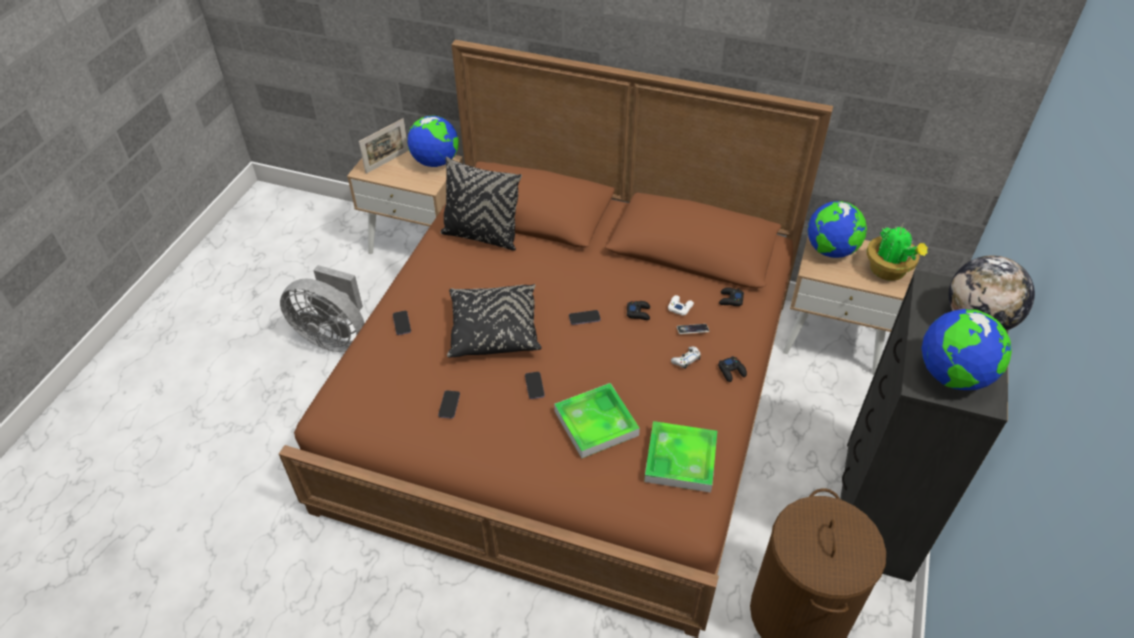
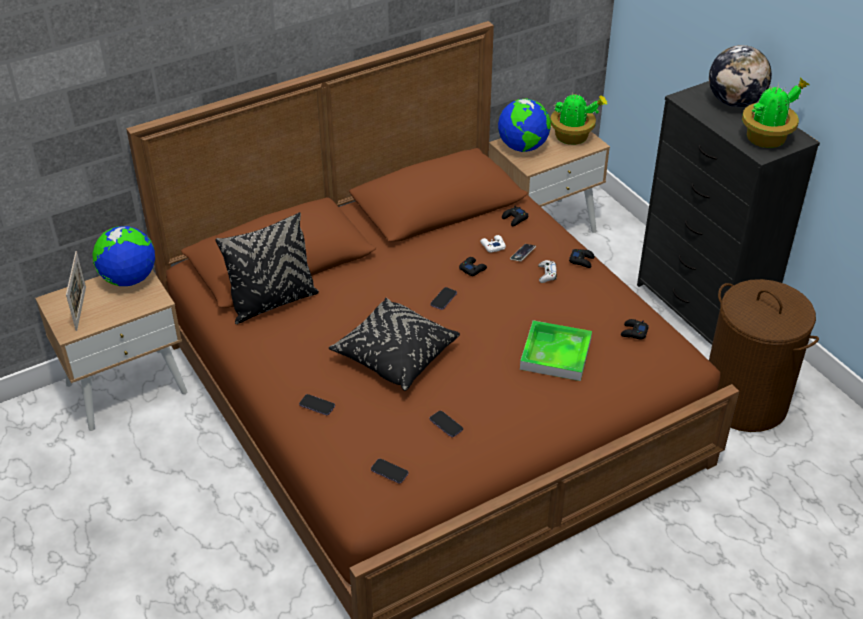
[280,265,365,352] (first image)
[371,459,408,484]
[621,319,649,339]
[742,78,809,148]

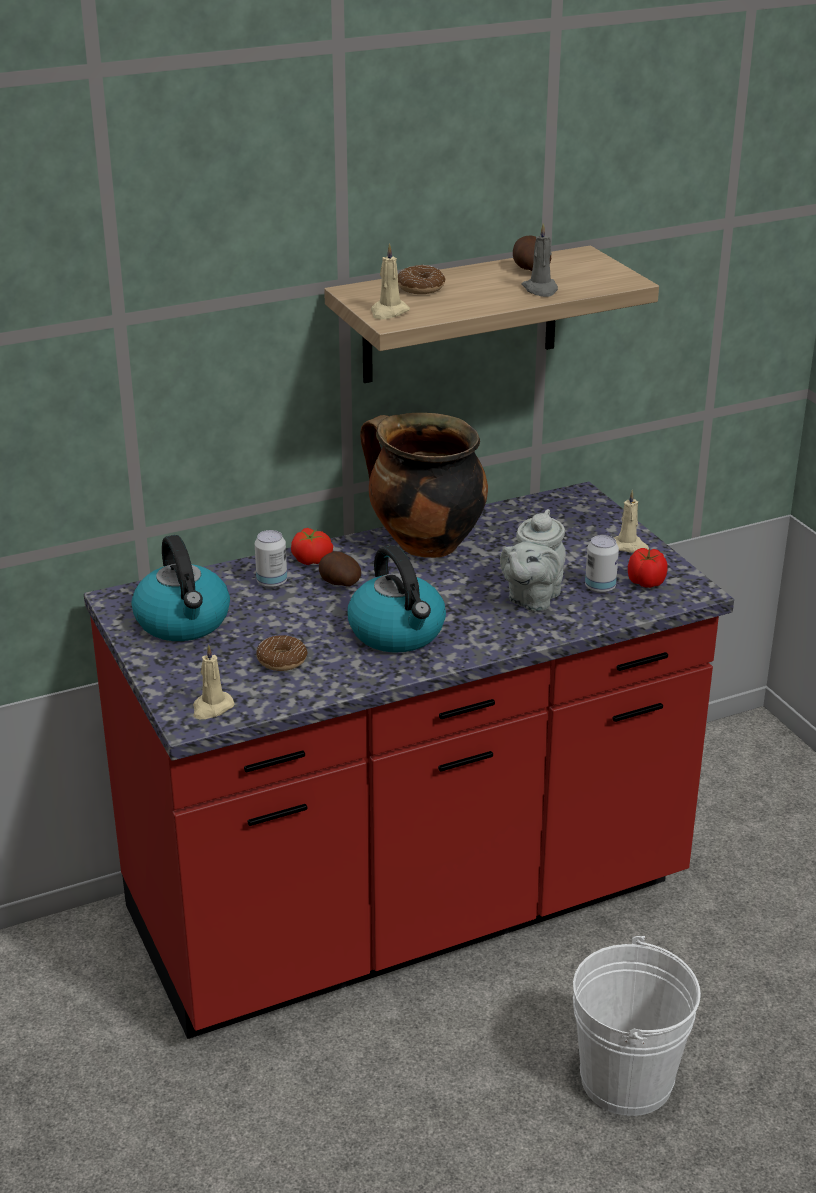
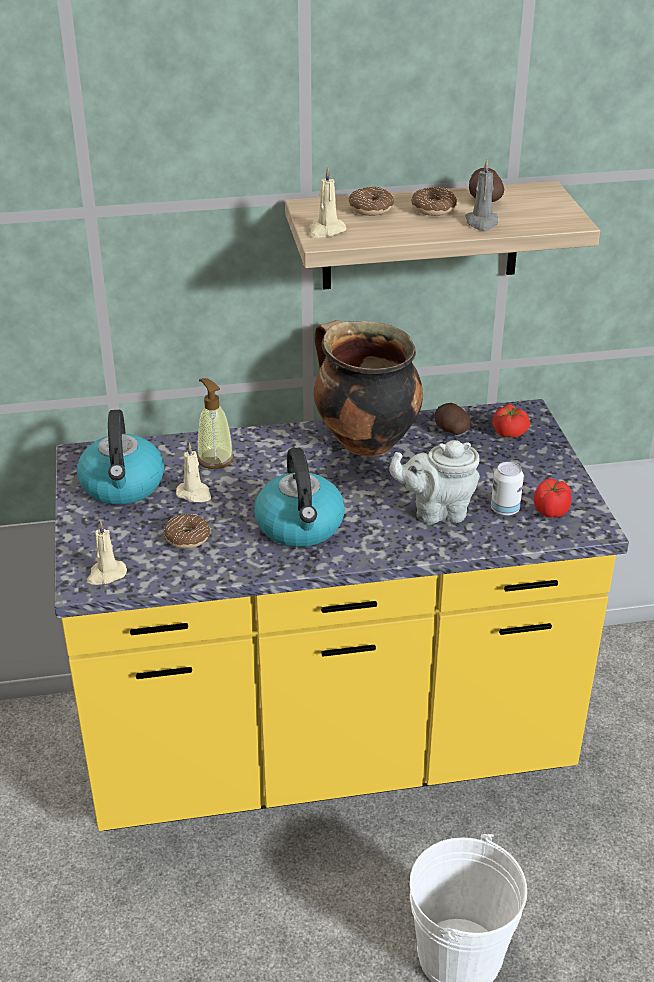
[54,399,629,831]
[197,378,234,469]
[492,404,530,438]
[435,403,470,435]
[389,440,480,524]
[176,443,211,502]
[411,187,457,216]

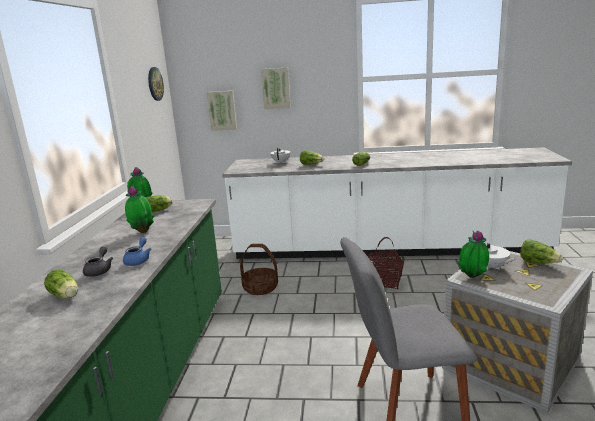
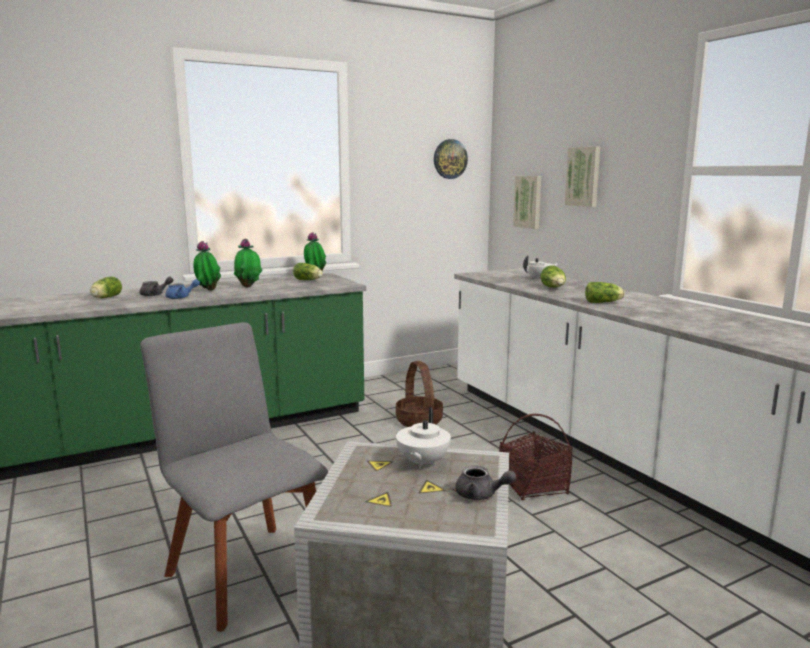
[193,241,221,290]
[456,466,516,500]

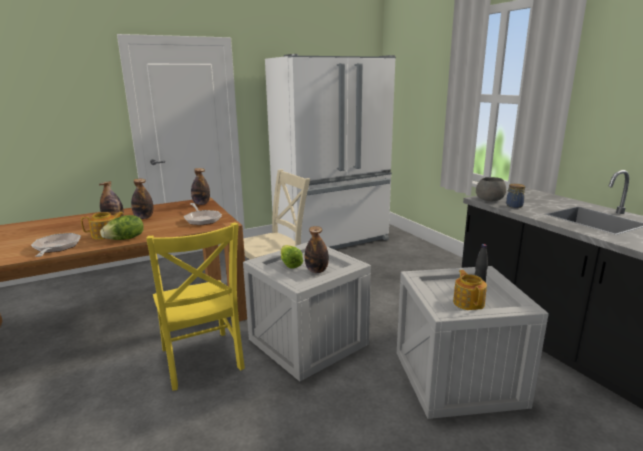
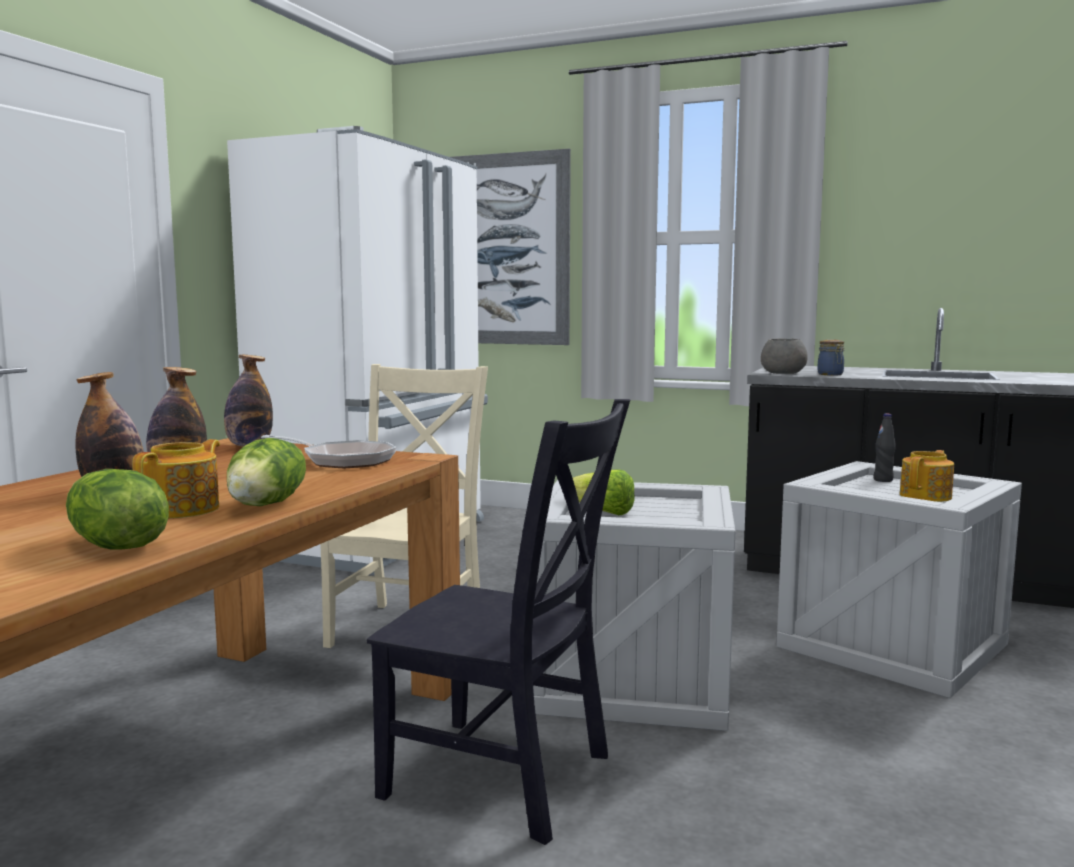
[66,469,169,550]
[367,399,630,845]
[305,226,329,273] (first image)
[900,450,954,502]
[451,149,571,345]

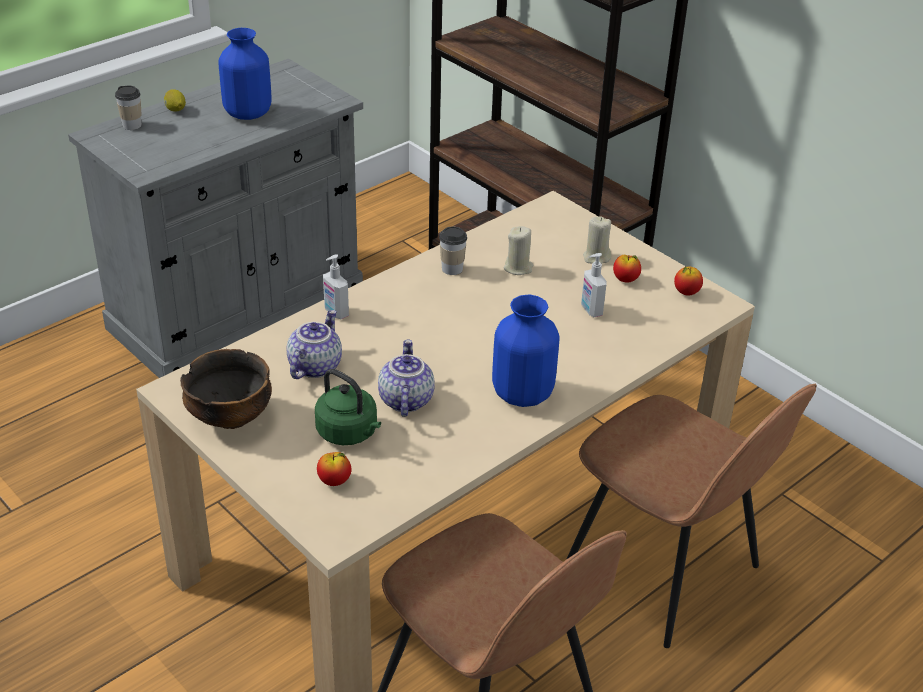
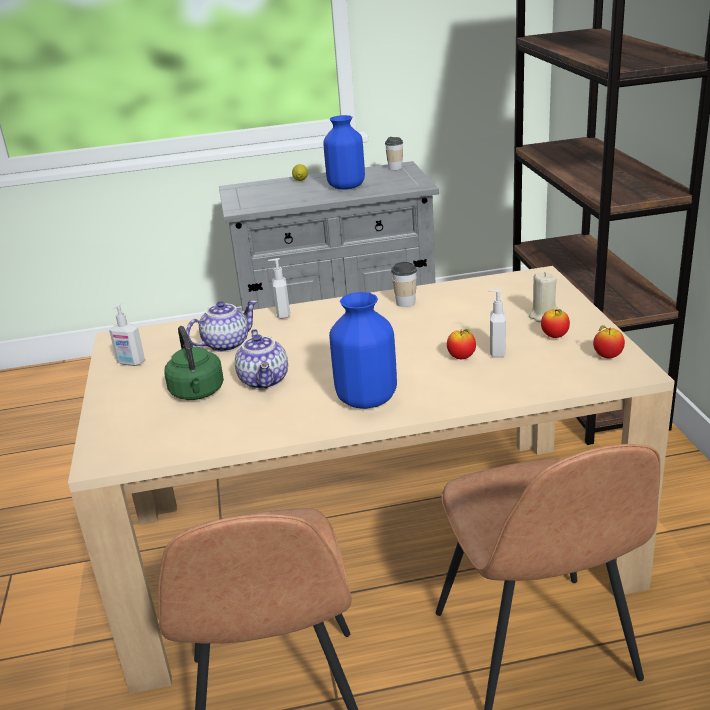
[385,137,403,170]
[109,302,145,366]
[447,329,476,359]
[235,329,288,389]
[504,226,533,275] (first image)

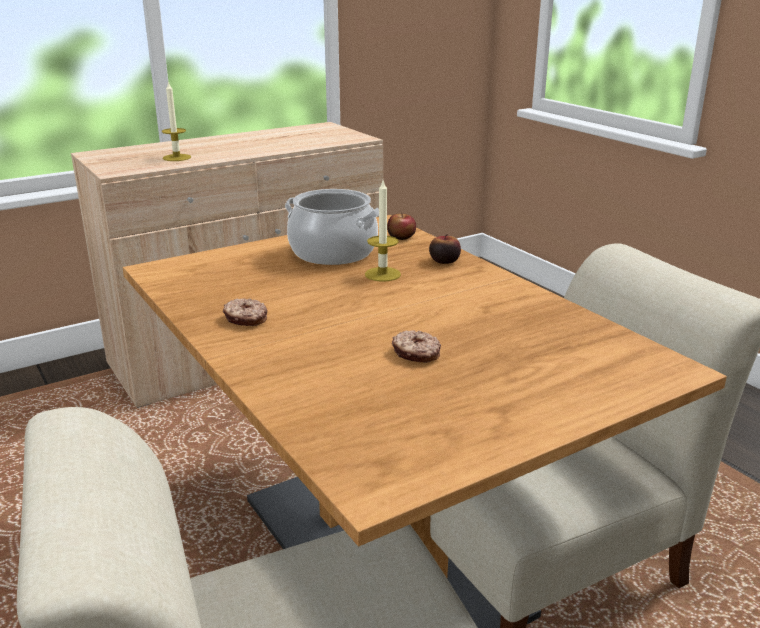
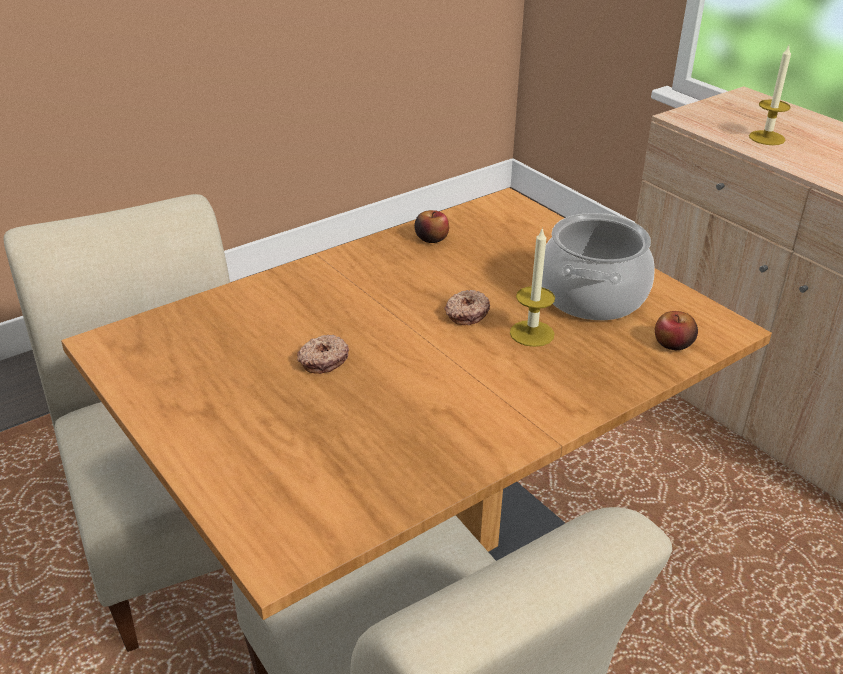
[445,290,490,325]
[414,210,449,243]

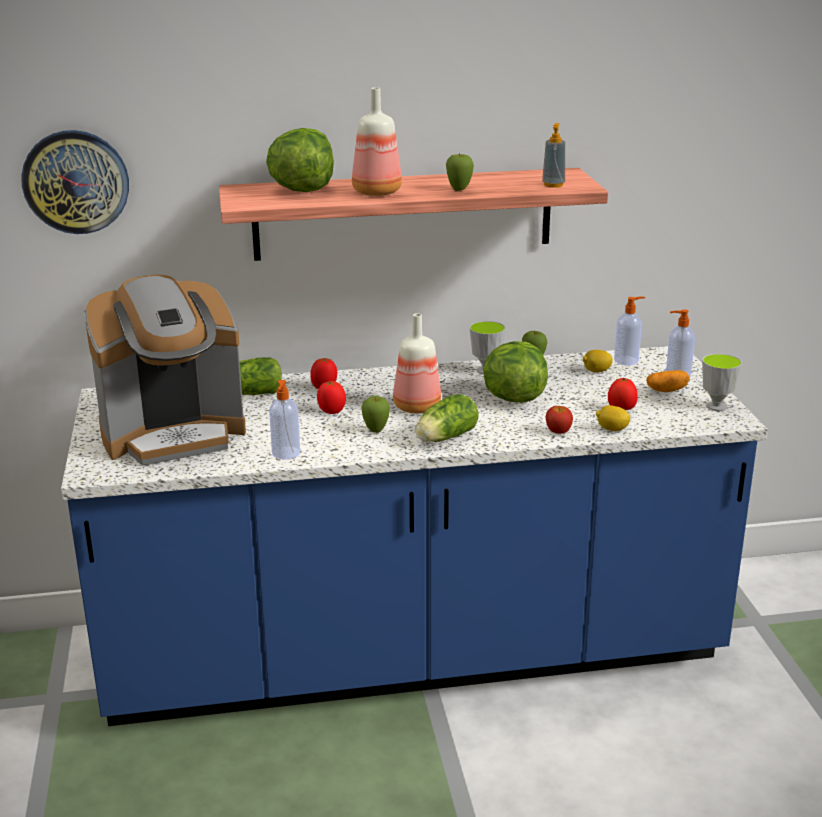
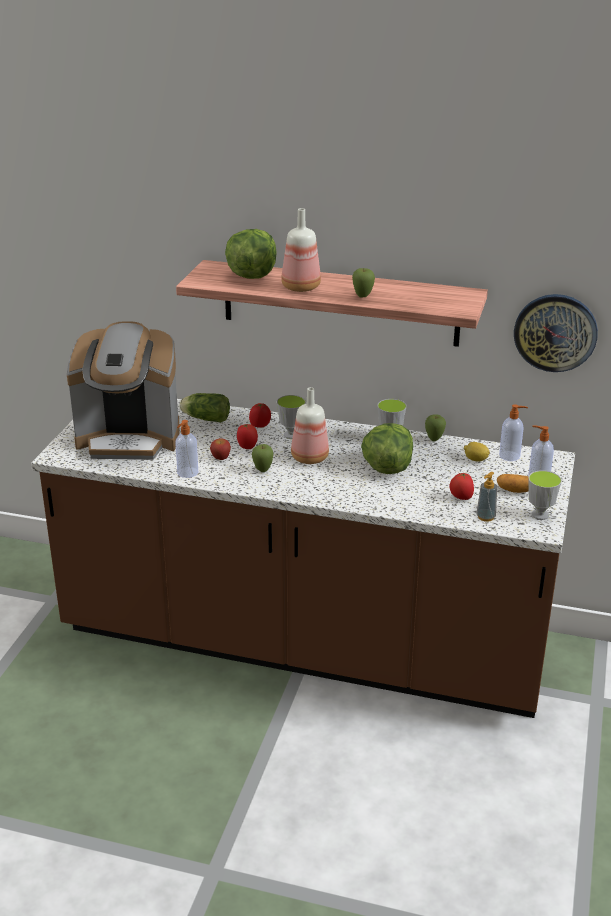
[514,294,598,372]
[31,399,575,718]
[415,394,479,442] (first image)
[477,472,497,522]
[210,438,231,460]
[596,405,631,431] (first image)
[277,395,306,439]

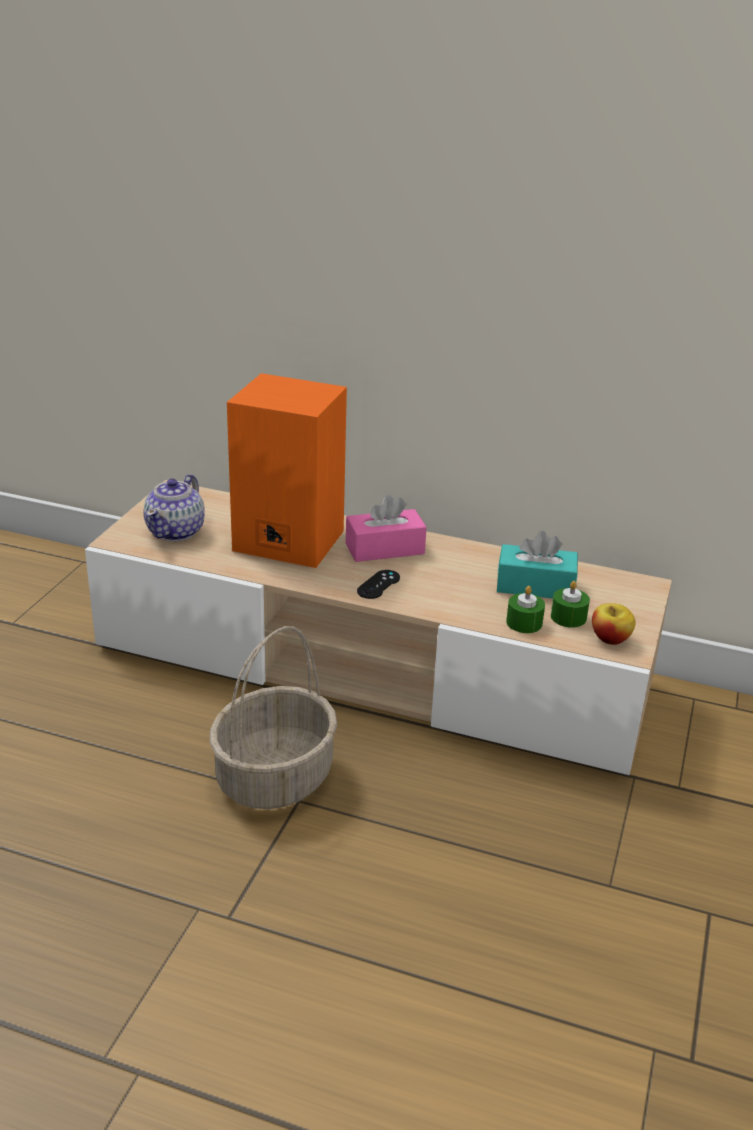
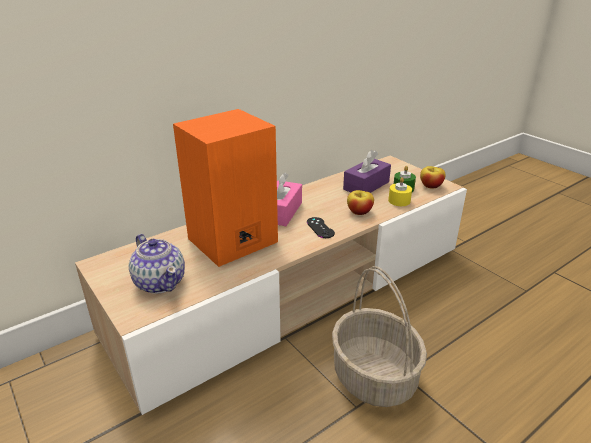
[343,150,391,193]
[388,177,412,206]
[347,190,374,215]

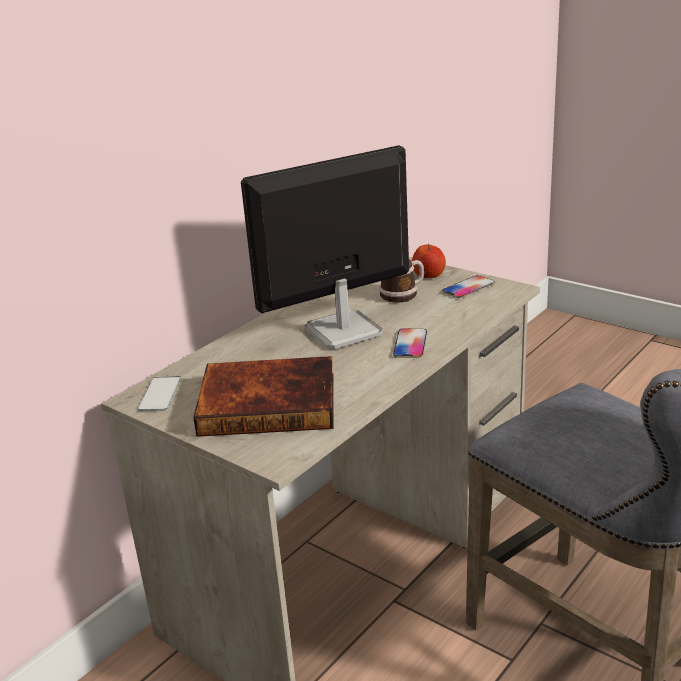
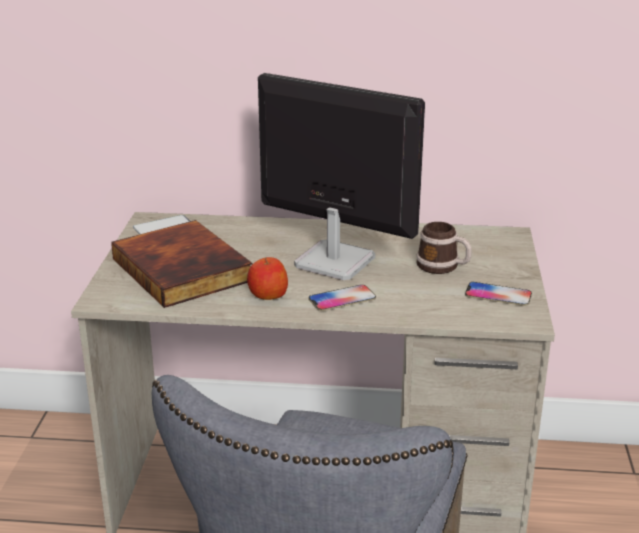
[247,257,288,300]

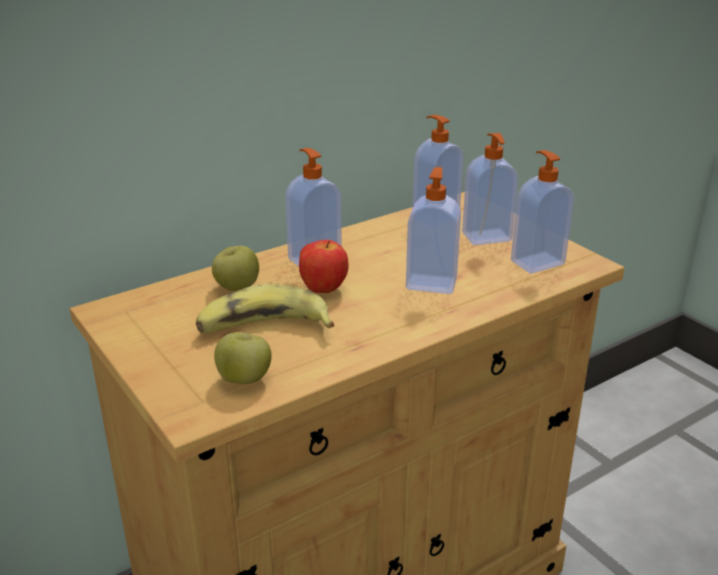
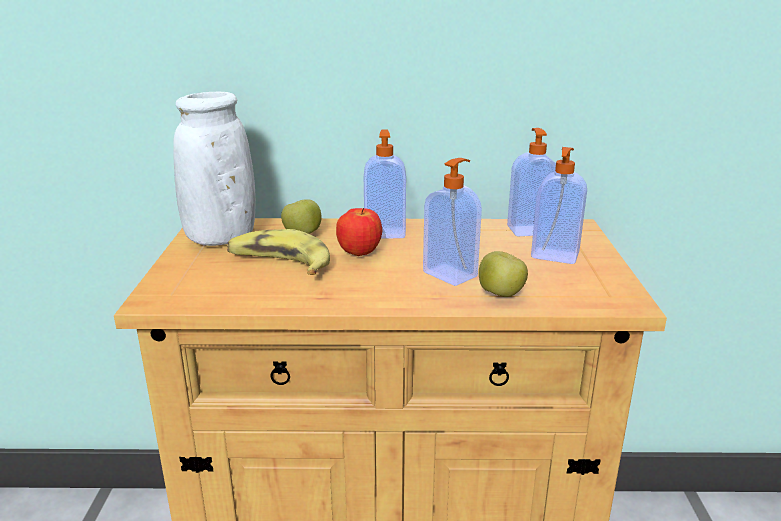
[479,251,528,297]
[511,150,574,274] (first image)
[173,92,256,246]

